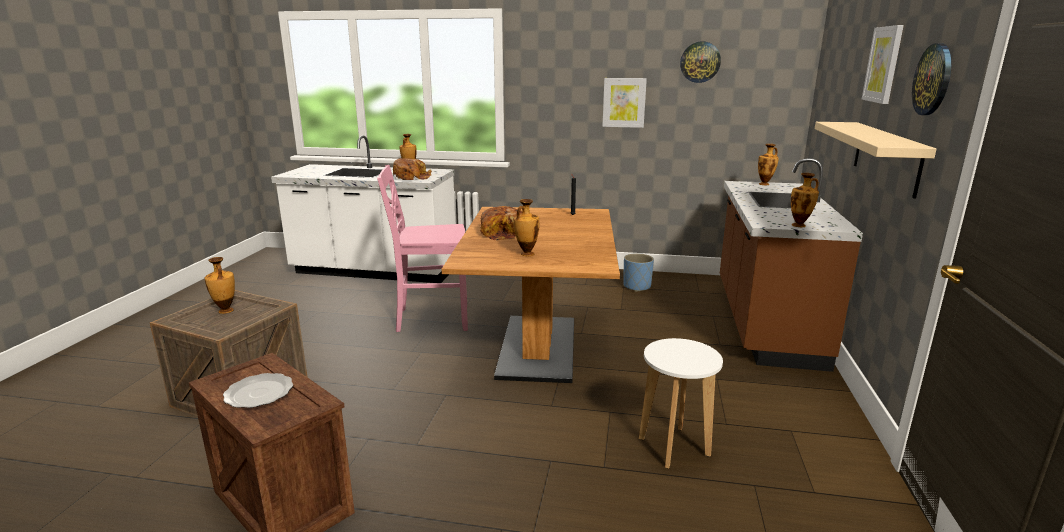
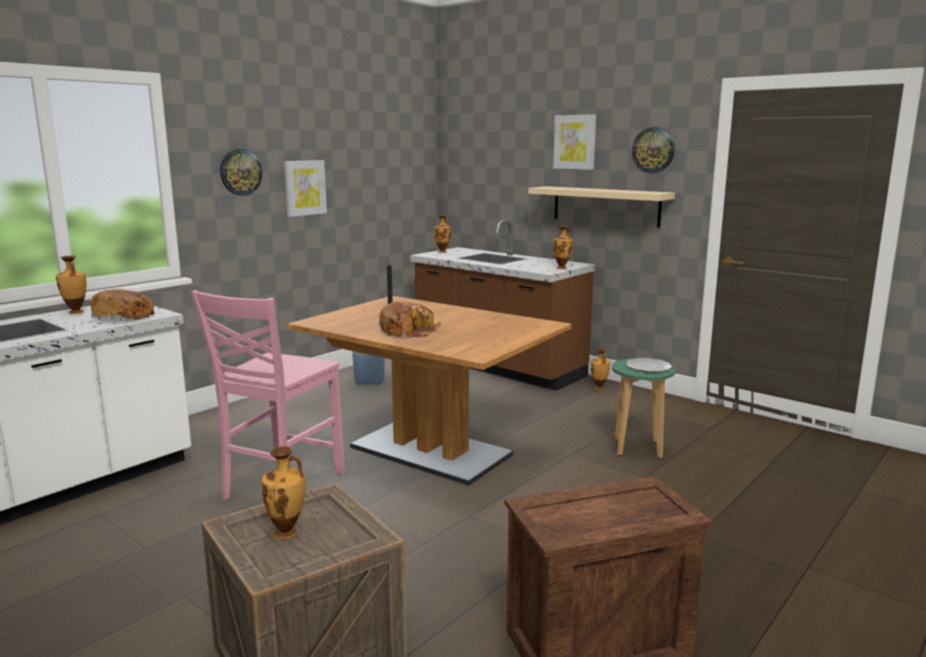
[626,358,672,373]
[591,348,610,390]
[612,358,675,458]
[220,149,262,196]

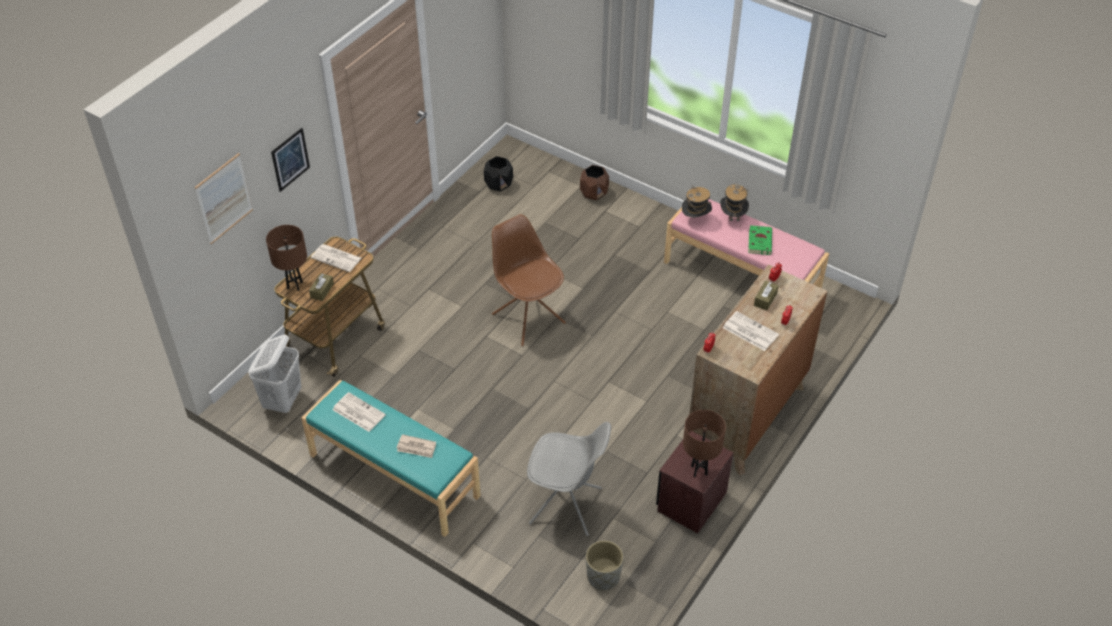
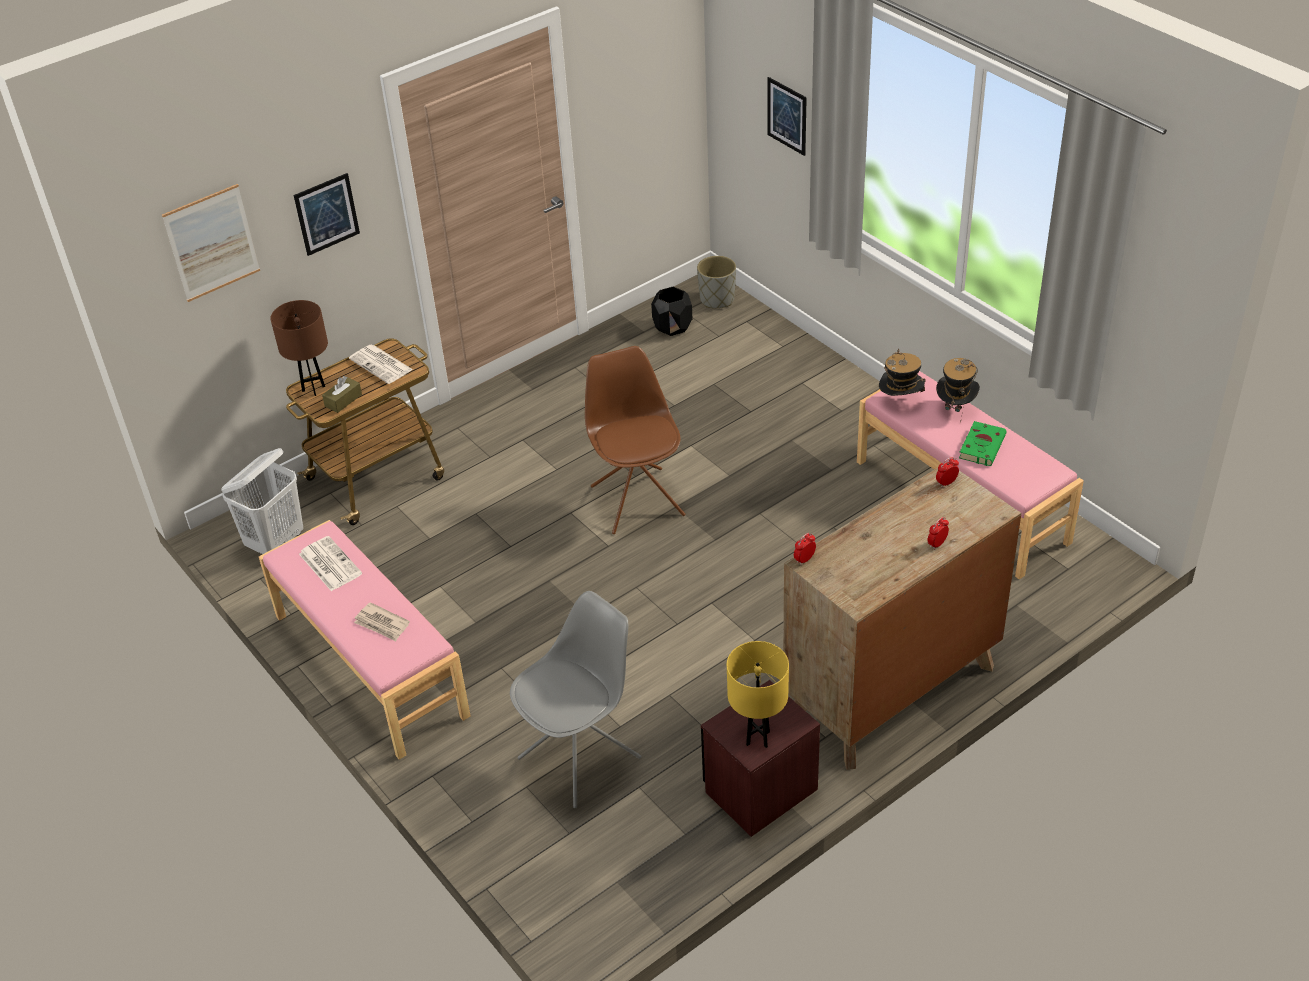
[259,520,471,760]
[510,591,641,808]
[580,165,609,200] (first image)
[697,256,736,308]
[727,641,789,748]
[723,311,779,351] (first image)
[754,281,778,310] (first image)
[767,77,807,156]

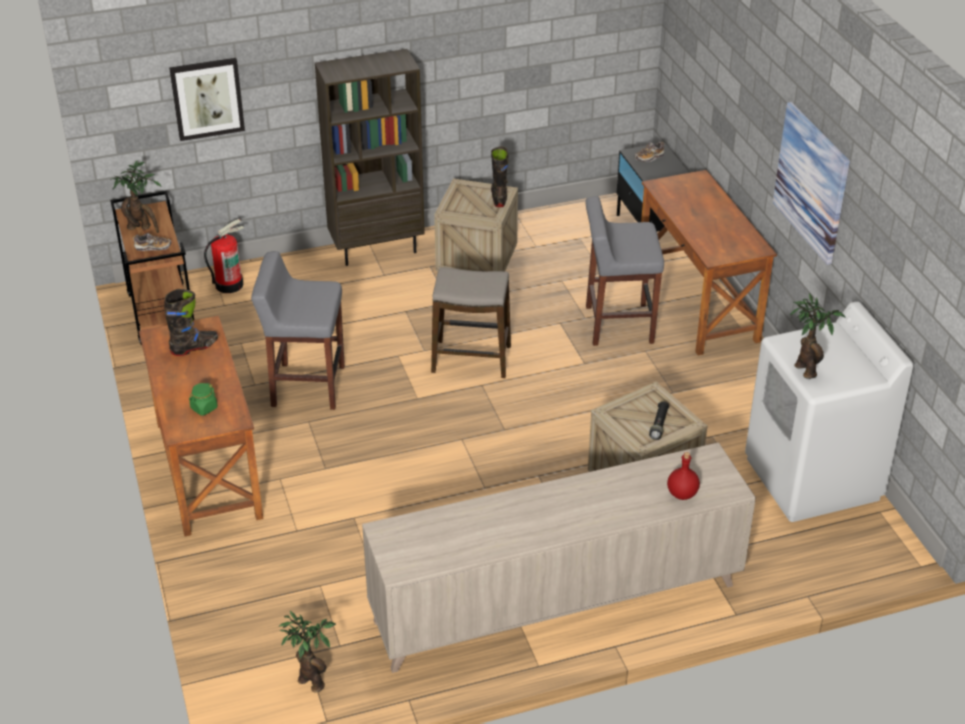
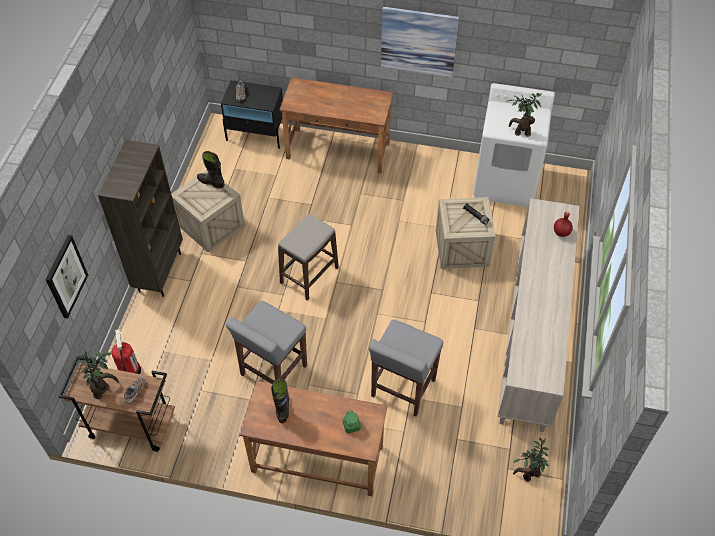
[369,320,443,417]

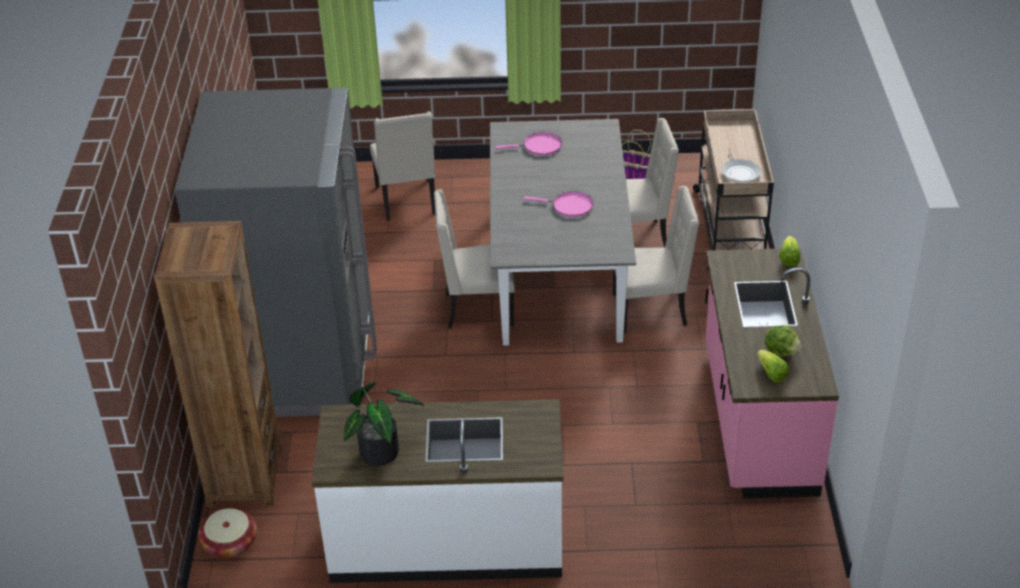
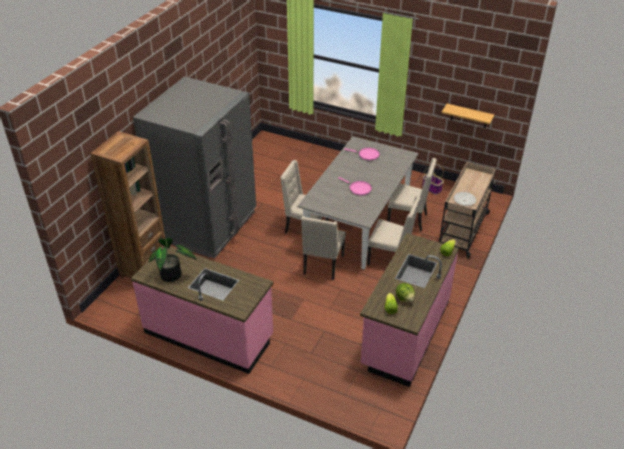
[199,508,257,558] (first image)
[131,246,273,374]
[301,216,346,280]
[442,104,494,128]

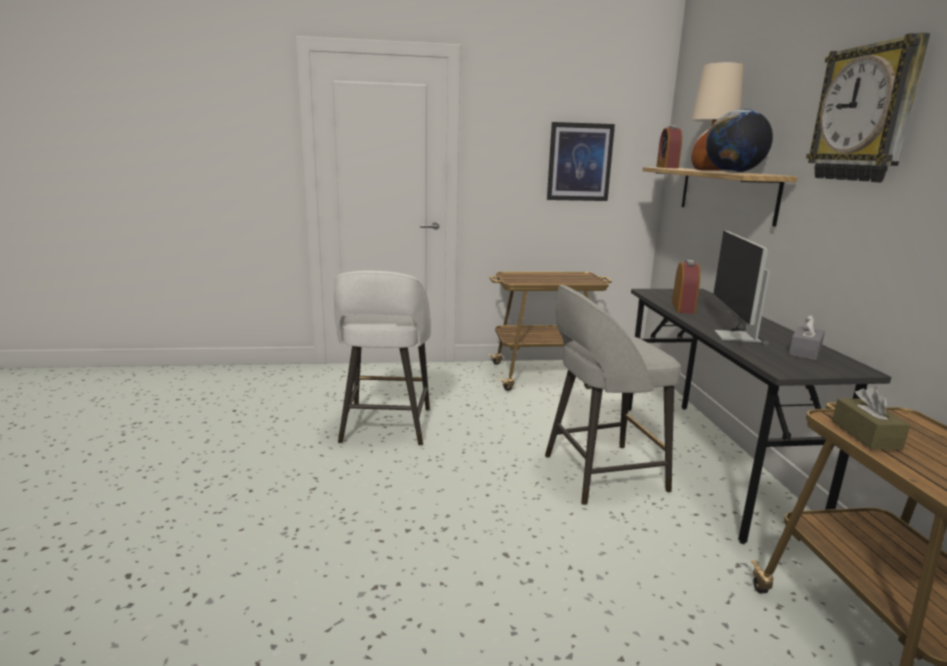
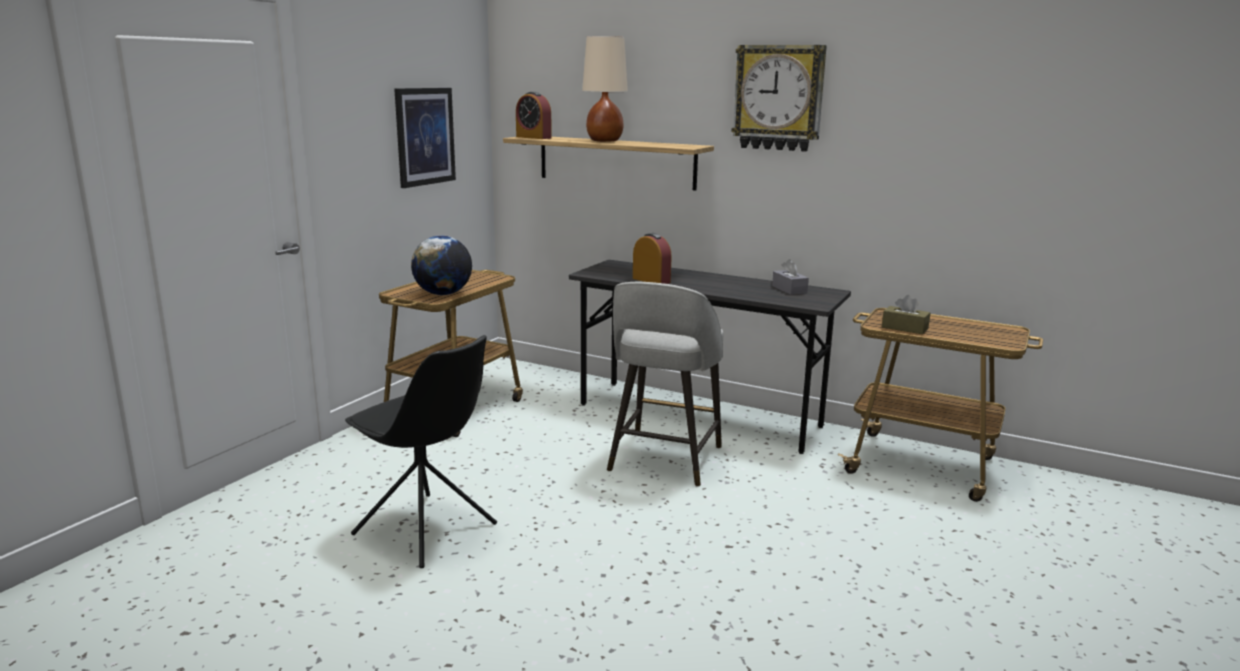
[345,335,497,568]
[411,235,472,295]
[714,231,770,346] (first image)

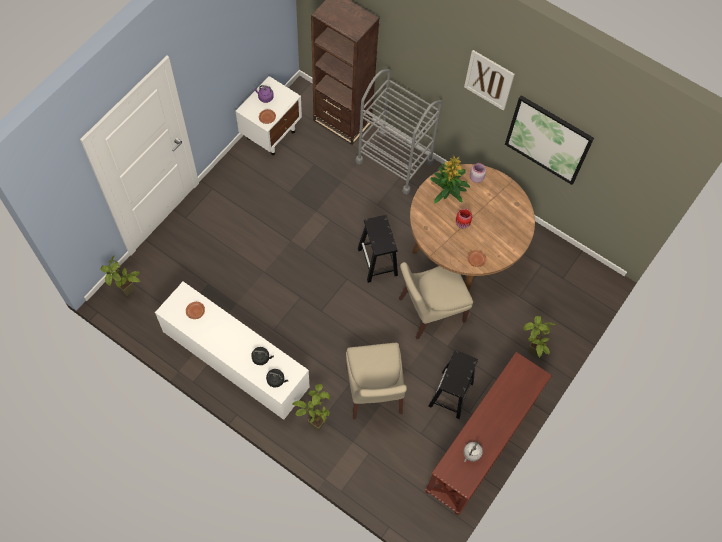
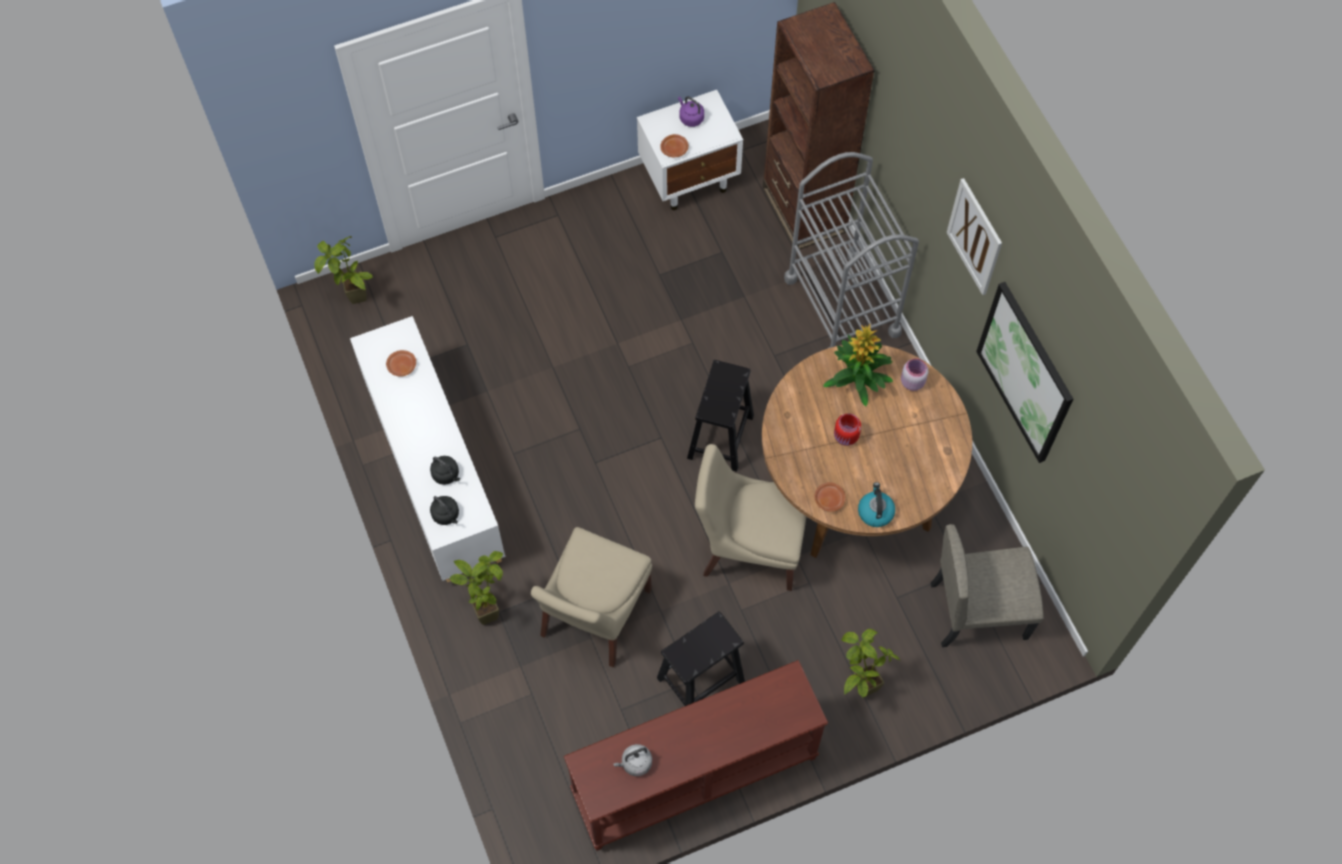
[858,482,895,527]
[931,524,1044,647]

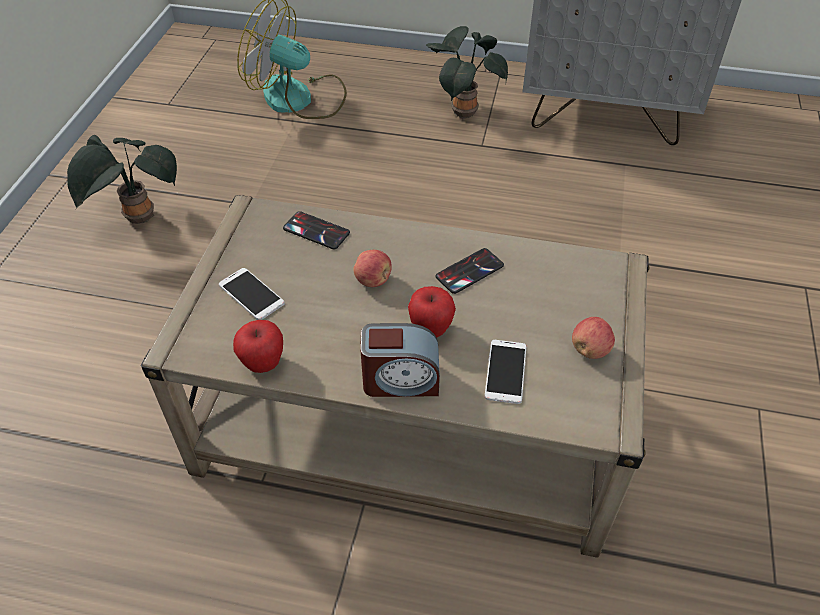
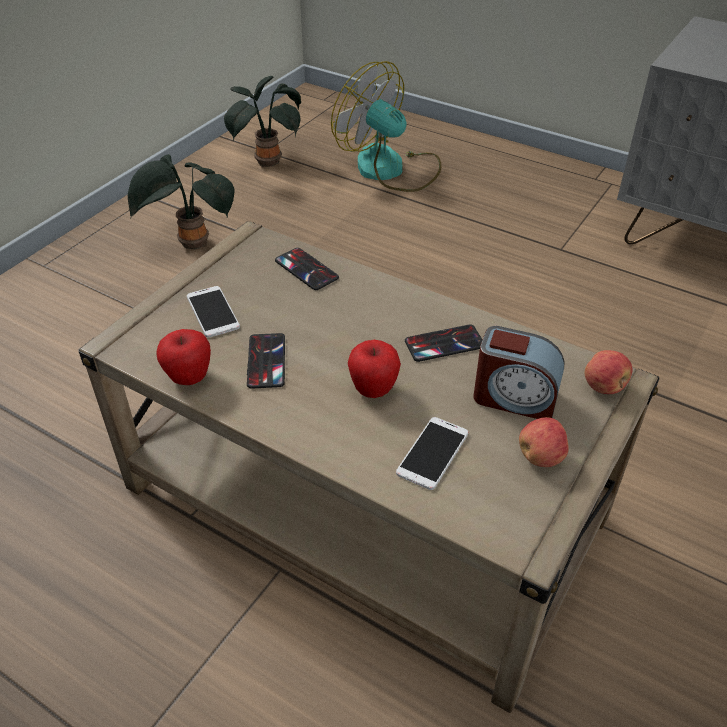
[585,350,633,394]
[473,326,565,419]
[224,76,301,168]
[247,333,285,389]

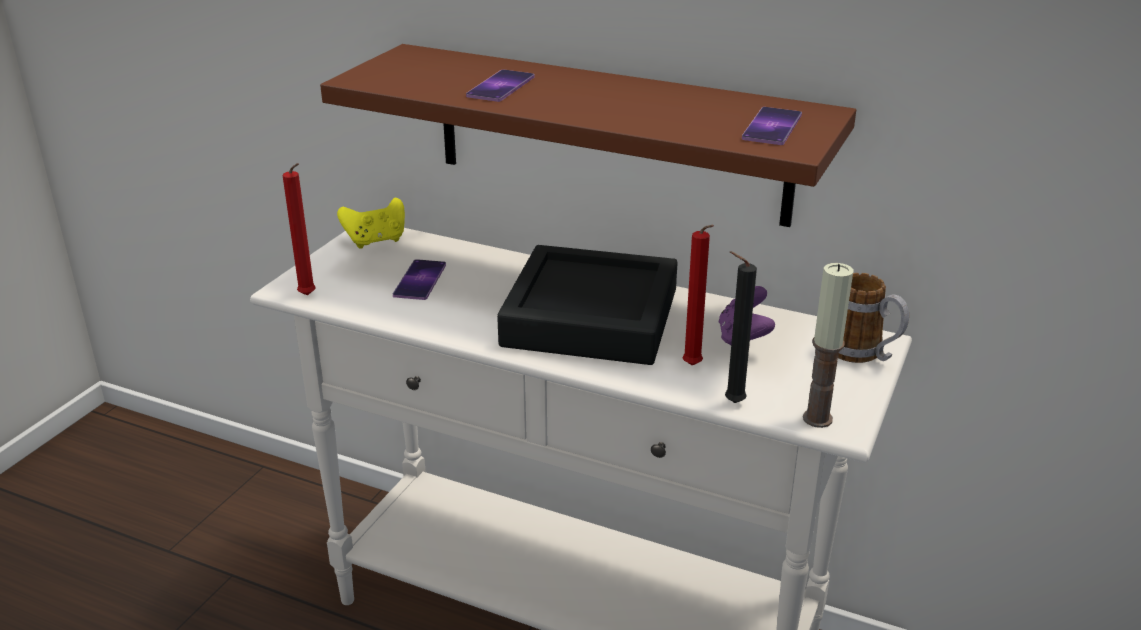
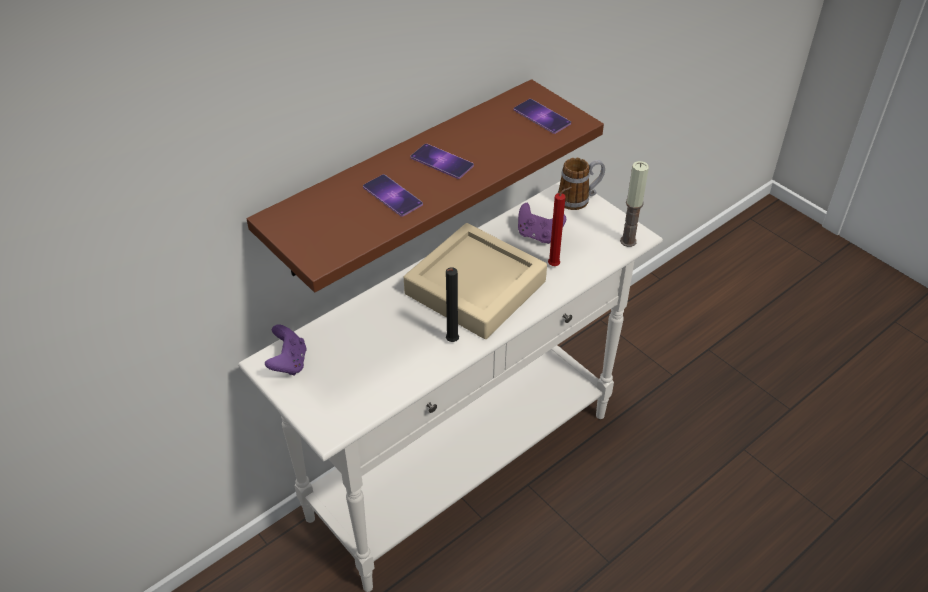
[282,163,316,295] (first image)
[265,325,307,376]
[410,144,474,179]
[404,223,547,339]
[446,267,459,342]

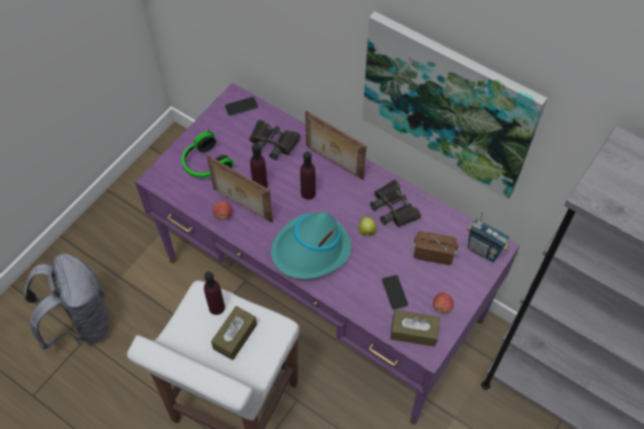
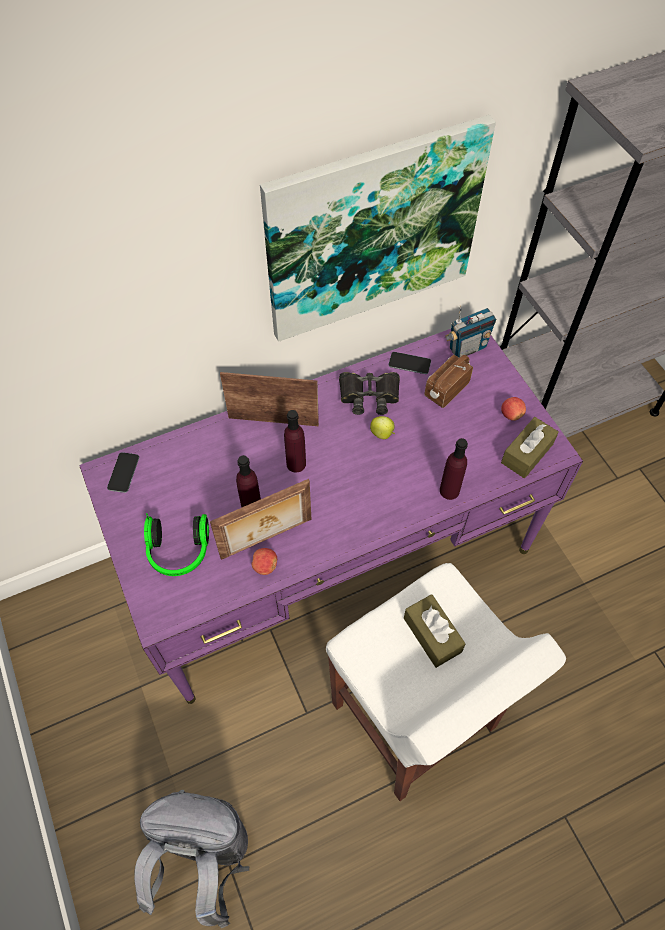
[440,438,468,500]
[249,120,301,160] (first image)
[271,212,351,279] (first image)
[220,372,319,426]
[389,352,431,374]

